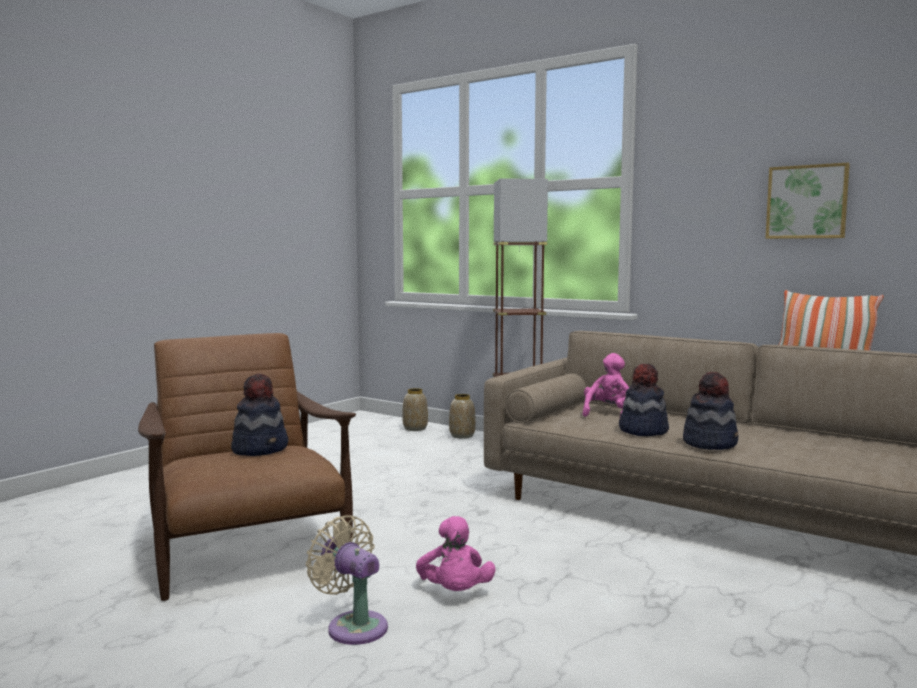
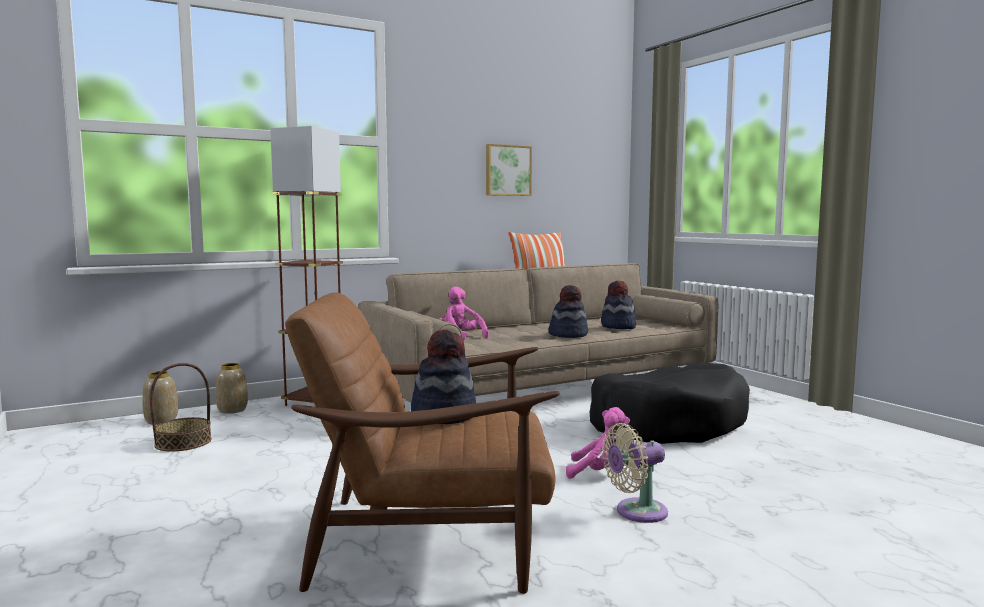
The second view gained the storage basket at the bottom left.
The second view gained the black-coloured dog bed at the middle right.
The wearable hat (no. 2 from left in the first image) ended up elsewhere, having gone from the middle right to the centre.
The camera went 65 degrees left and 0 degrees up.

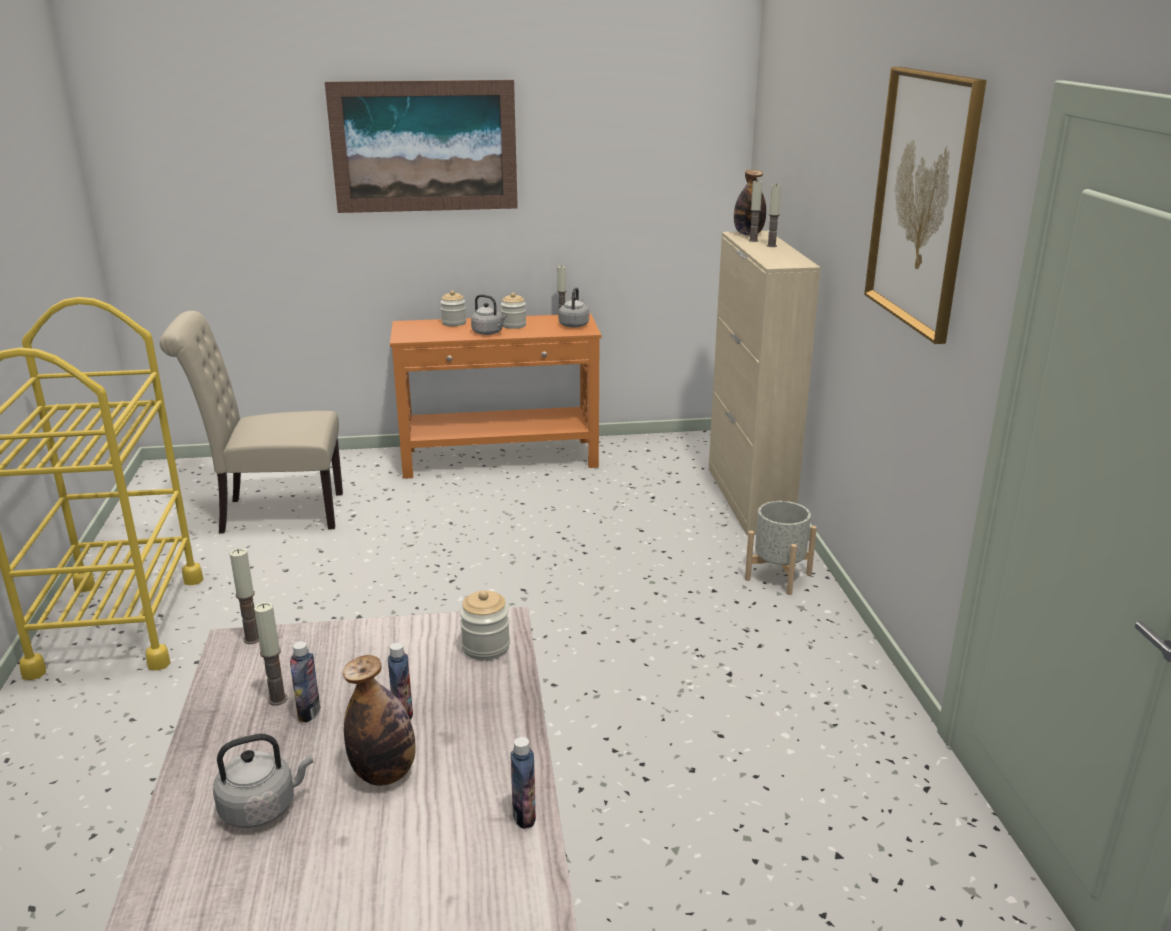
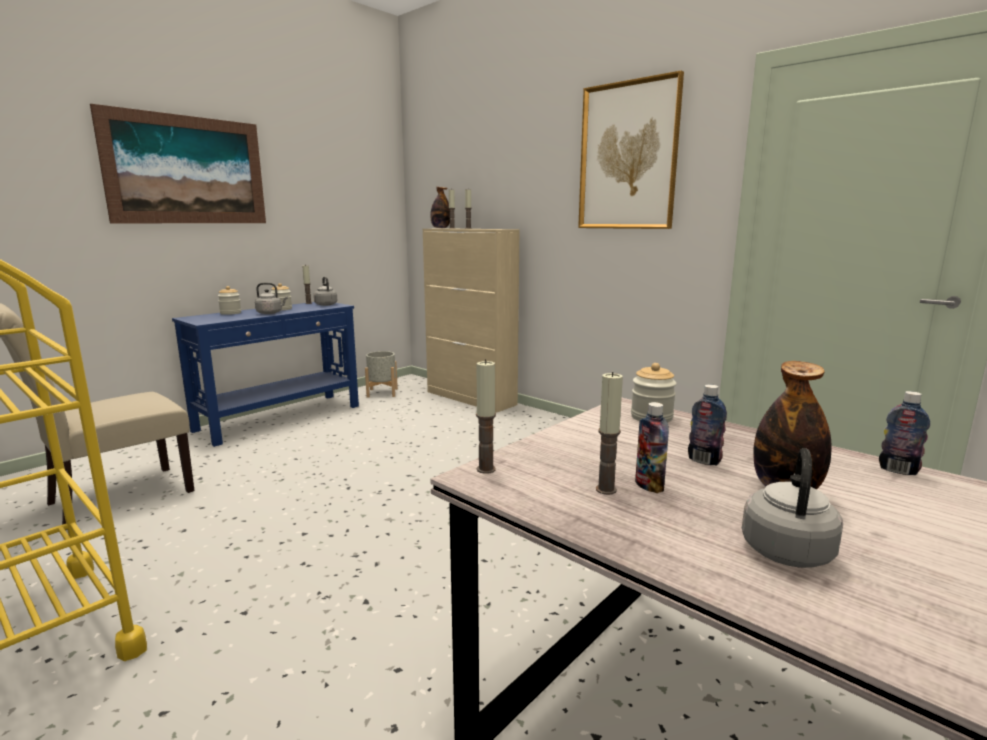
What was the orangey hall table at the centre turned into the bluish hall table at the middle left.
The grey plant pot ended up elsewhere, having gone from the middle right to the centre.
The camera went 40 degrees left and 10 degrees down.

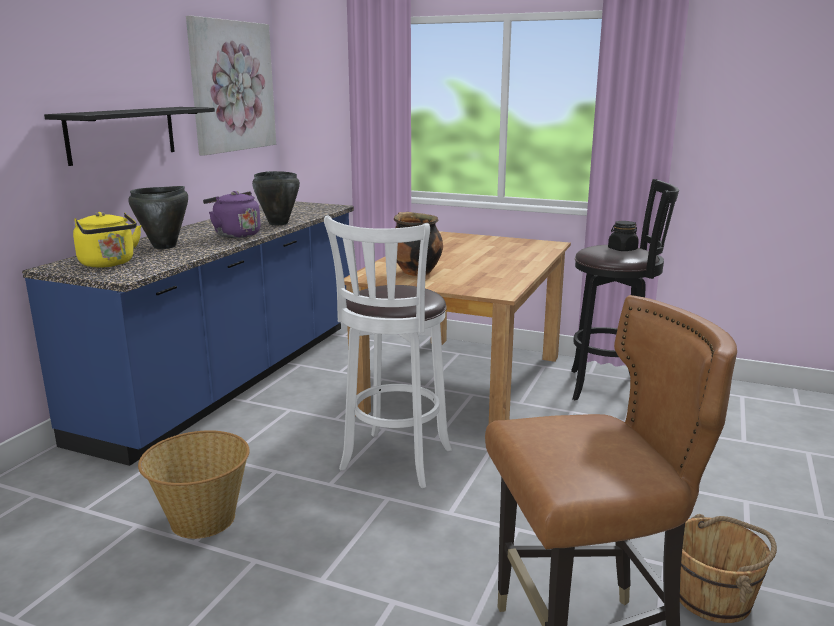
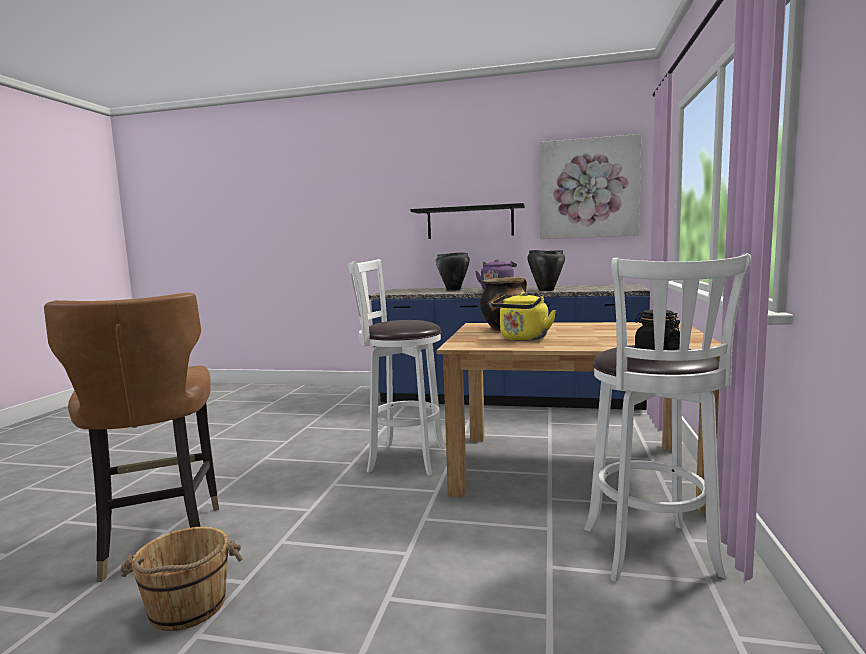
The yellow tea kettle ended up elsewhere, having gone from the middle left to the centre.
What was the black-coloured sitting stool at the middle right turned into the white sitting stool (no. 2 from left) at the middle right.
The second view lost the storage basket at the bottom left.
The camera went 80 degrees right and 10 degrees down.

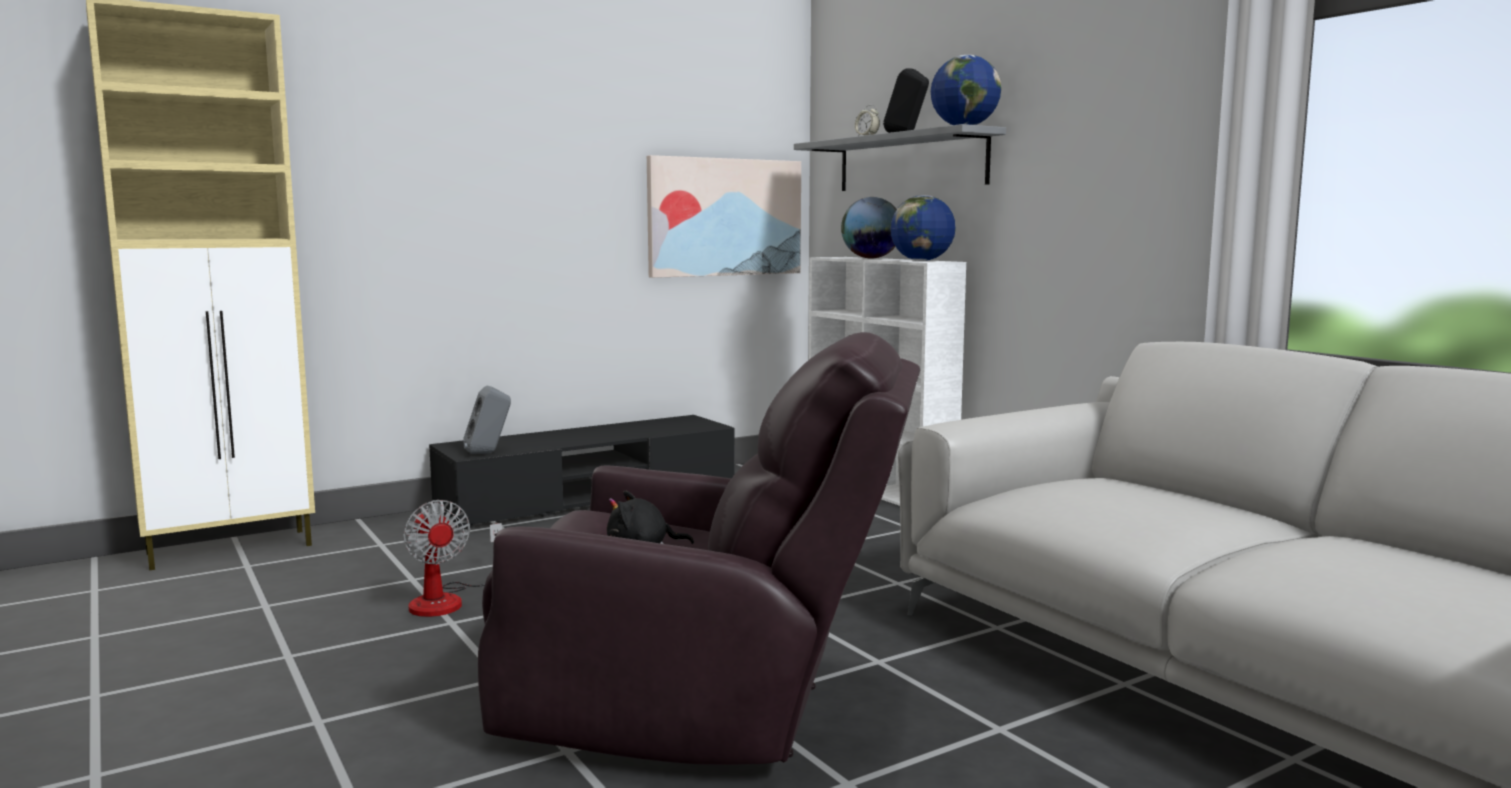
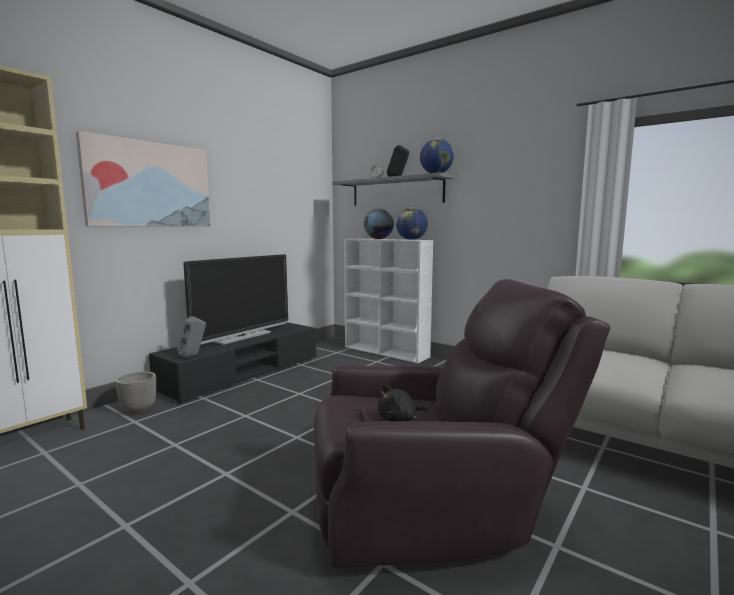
The wall art ended up elsewhere, having gone from the top centre to the top left.
The second view gained the plant pot at the middle left.
The second view gained the TV at the middle left.
The second view lost the fan at the bottom left.
The camera went 20 degrees left and 0 degrees up.

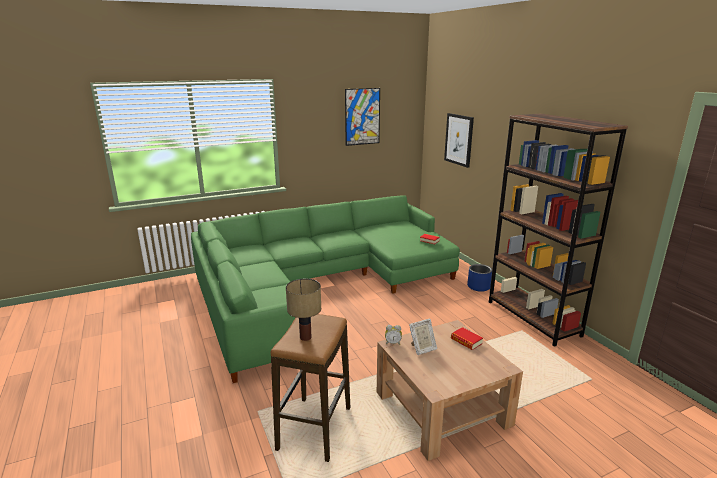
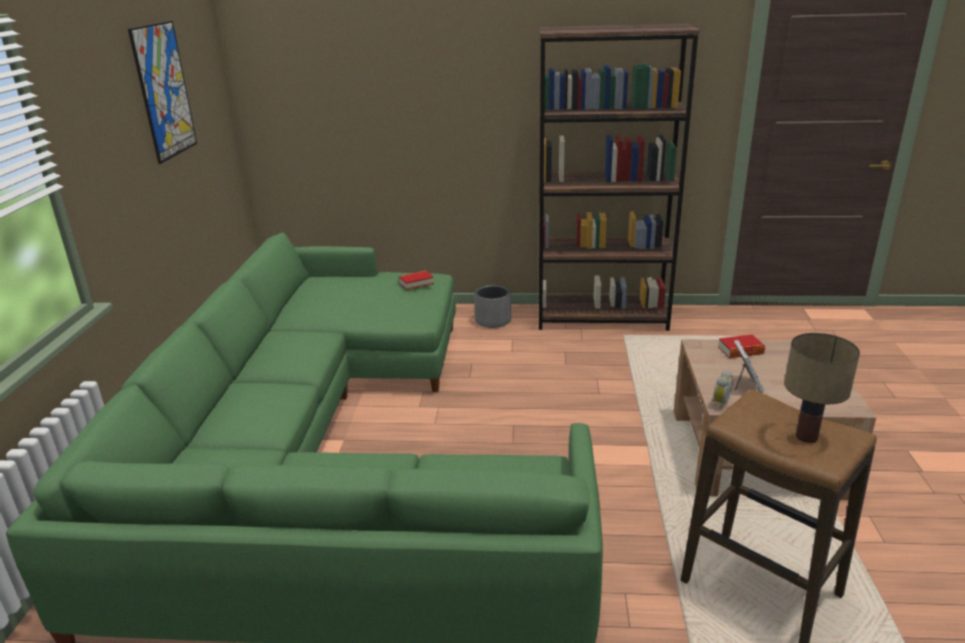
What was the bluish plant pot at the middle right turned into the grey plant pot at the centre.
The second view lost the wall art (no. 2 from left) at the top centre.
The camera went 60 degrees left and 5 degrees up.

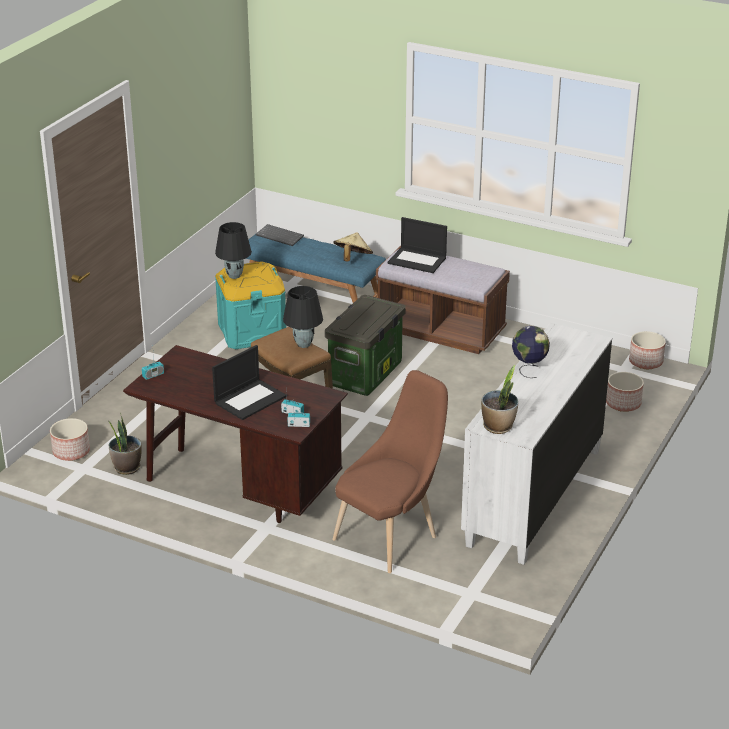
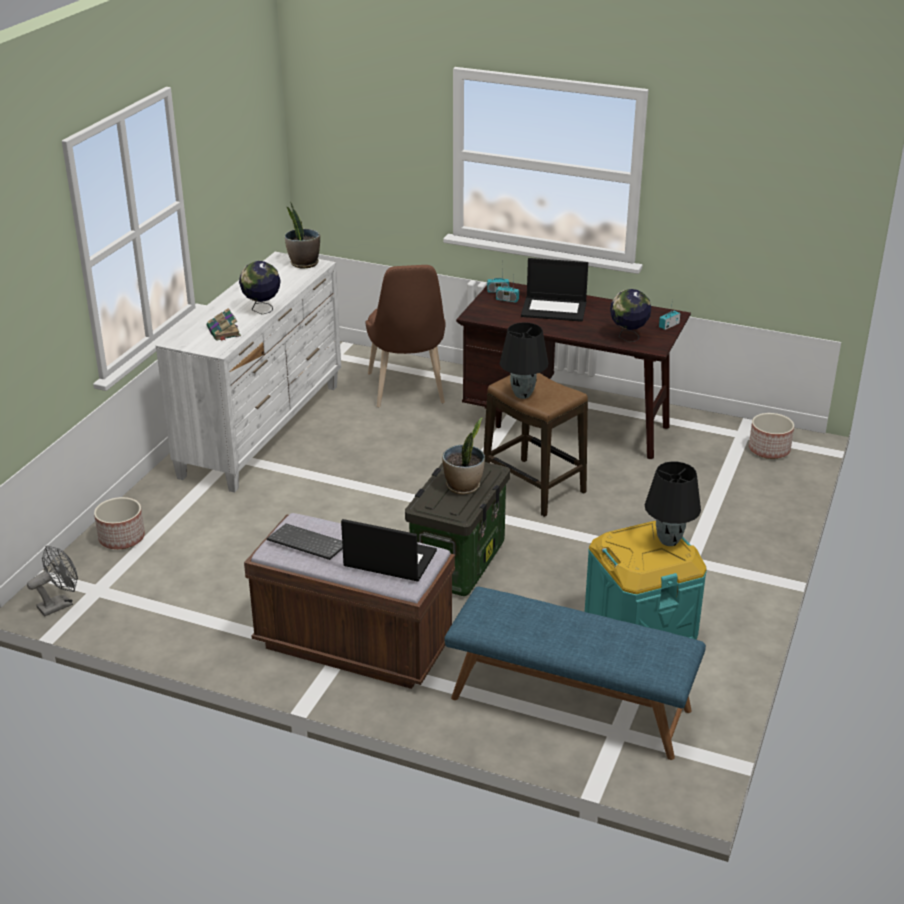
Where the plant pot (no. 3 from left) stood at the middle right, the grey fan came to stand at the middle left.
The second view gained the volume at the middle left.
The computer keyboard ended up elsewhere, having gone from the top centre to the centre.
The brown plain chair at the centre ended up facing another way, 45 degrees counterclockwise from before.
The plant in a pot (no. 1 from left in the first image) ended up elsewhere, having gone from the middle left to the centre.
The laptop (no. 1 from left in the first image) at the centre ended up facing another way, 120 degrees counterclockwise from before.
The second view gained the world globe (no. 2 from left) at the middle right.
The second view lost the sand-coloured wearable hat at the centre.
The camera went 175 degrees right and 0 degrees up.

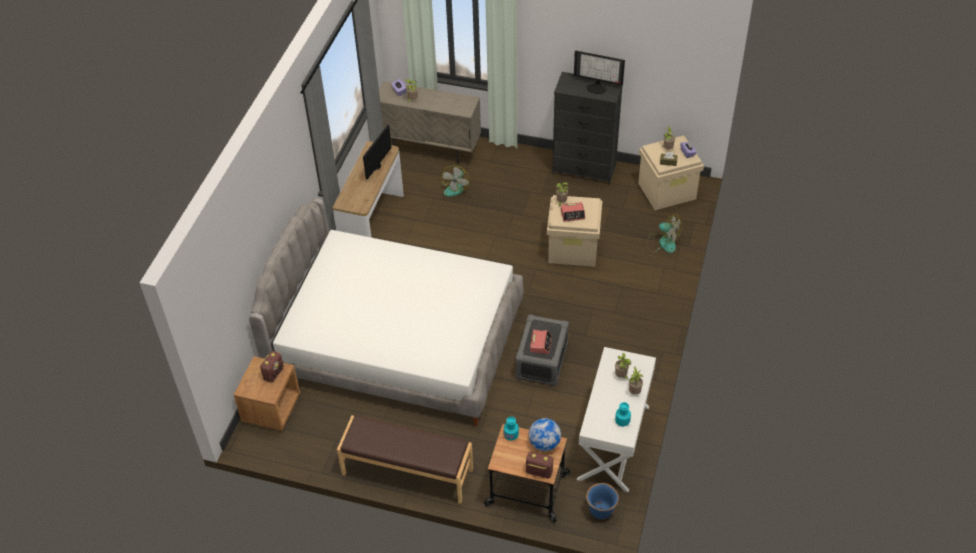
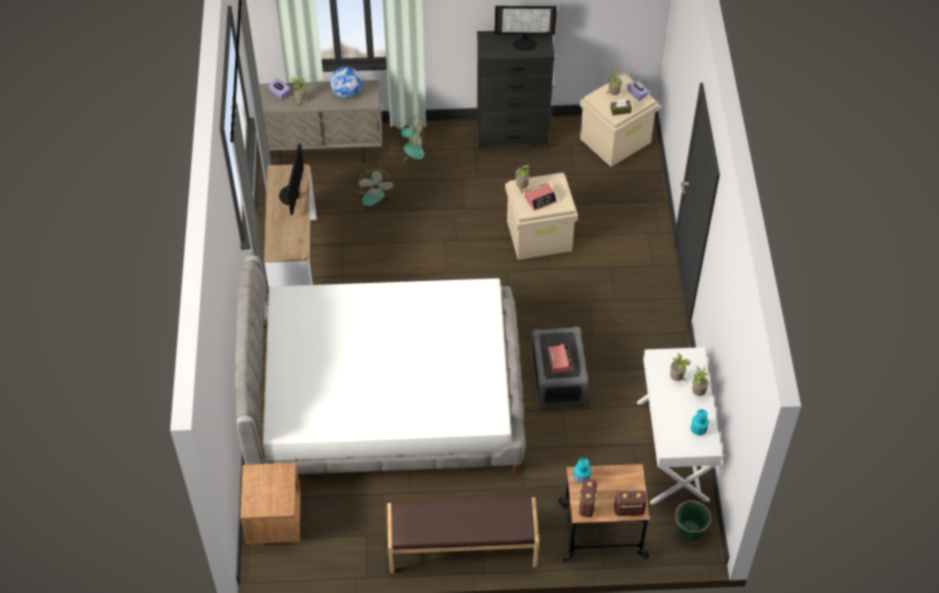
The world globe ended up elsewhere, having gone from the bottom centre to the top centre.
The fan (no. 2 from left) ended up elsewhere, having gone from the middle right to the top centre.
The radio (no. 1 from left) ended up elsewhere, having gone from the middle left to the bottom centre.
What was the bluish plant pot at the bottom centre turned into the green plant pot at the bottom right.
The camera went 20 degrees left and 5 degrees up.

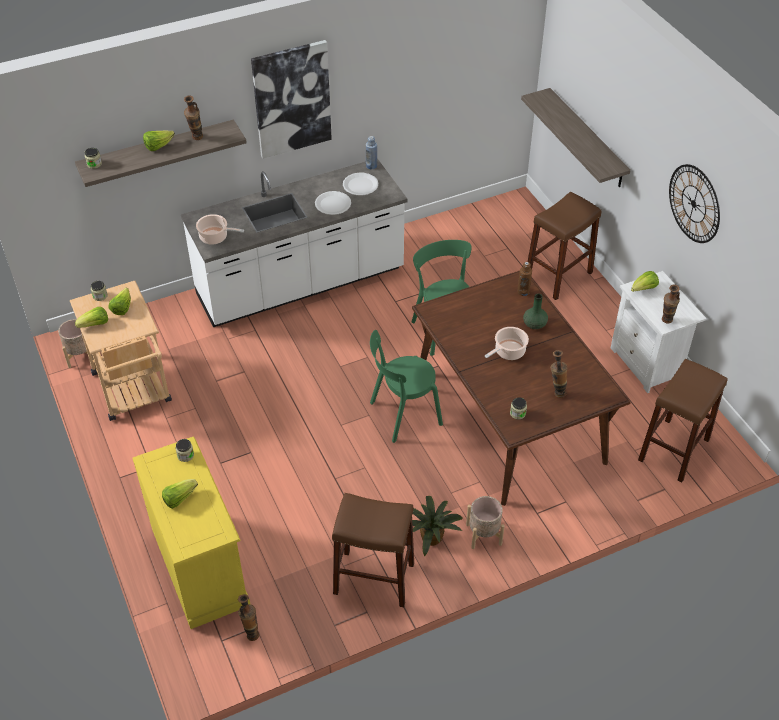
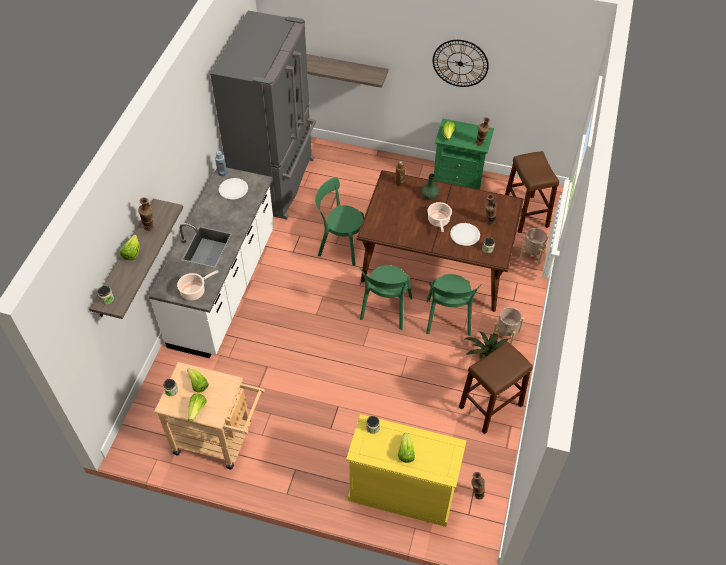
The second view gained the grey refrigerator at the top centre.
The second view gained the green plain chair (no. 3 from left) at the centre.
What was the white bedside table at the middle right turned into the green bedside table at the top centre.
The white dinner plate (no. 1 from left in the first image) ended up elsewhere, having gone from the top centre to the centre.
The sand-coloured plant pot (no. 1 from left in the first image) ended up elsewhere, having gone from the middle left to the middle right.
The second view lost the wall art at the top centre.
The second view lost the brown sitting stool (no. 2 from left) at the middle right.
The camera went 50 degrees left and 5 degrees up.

